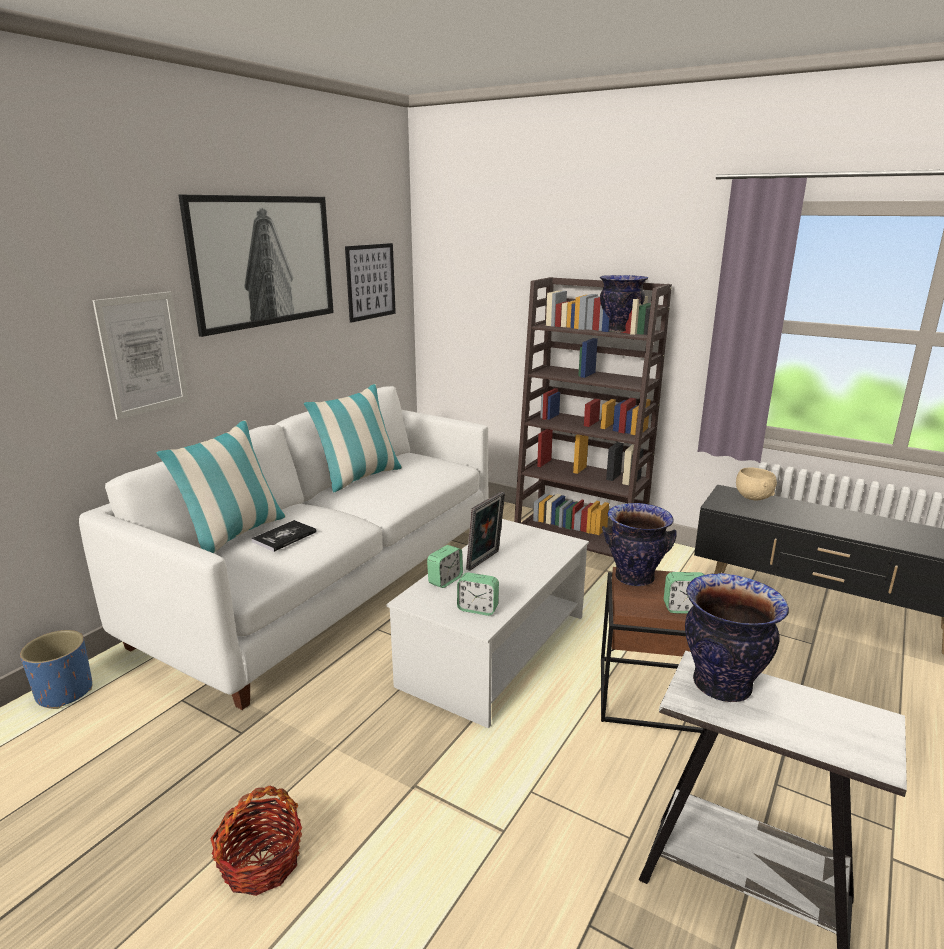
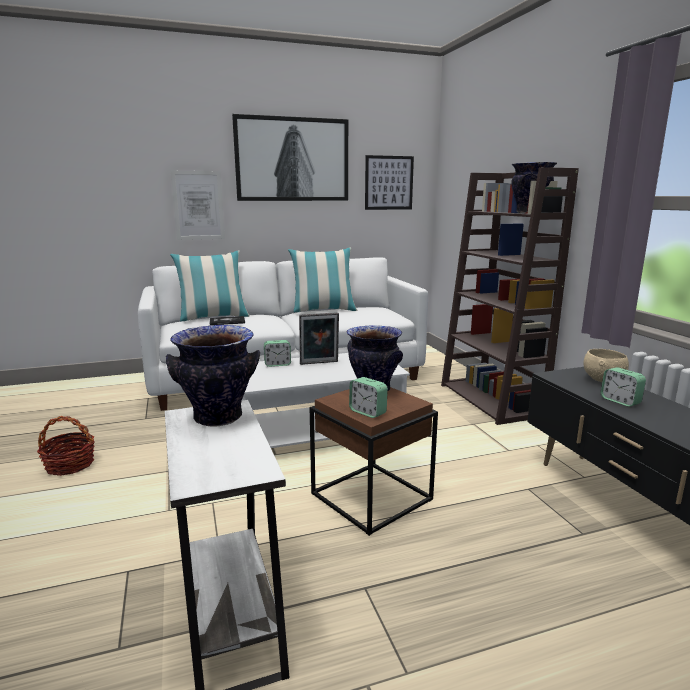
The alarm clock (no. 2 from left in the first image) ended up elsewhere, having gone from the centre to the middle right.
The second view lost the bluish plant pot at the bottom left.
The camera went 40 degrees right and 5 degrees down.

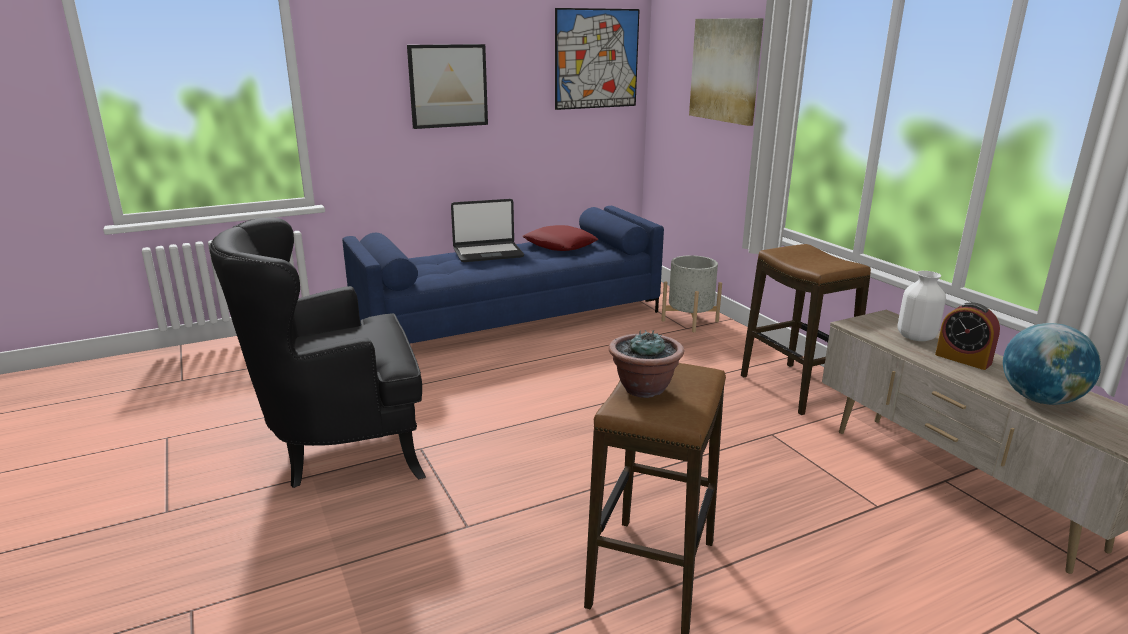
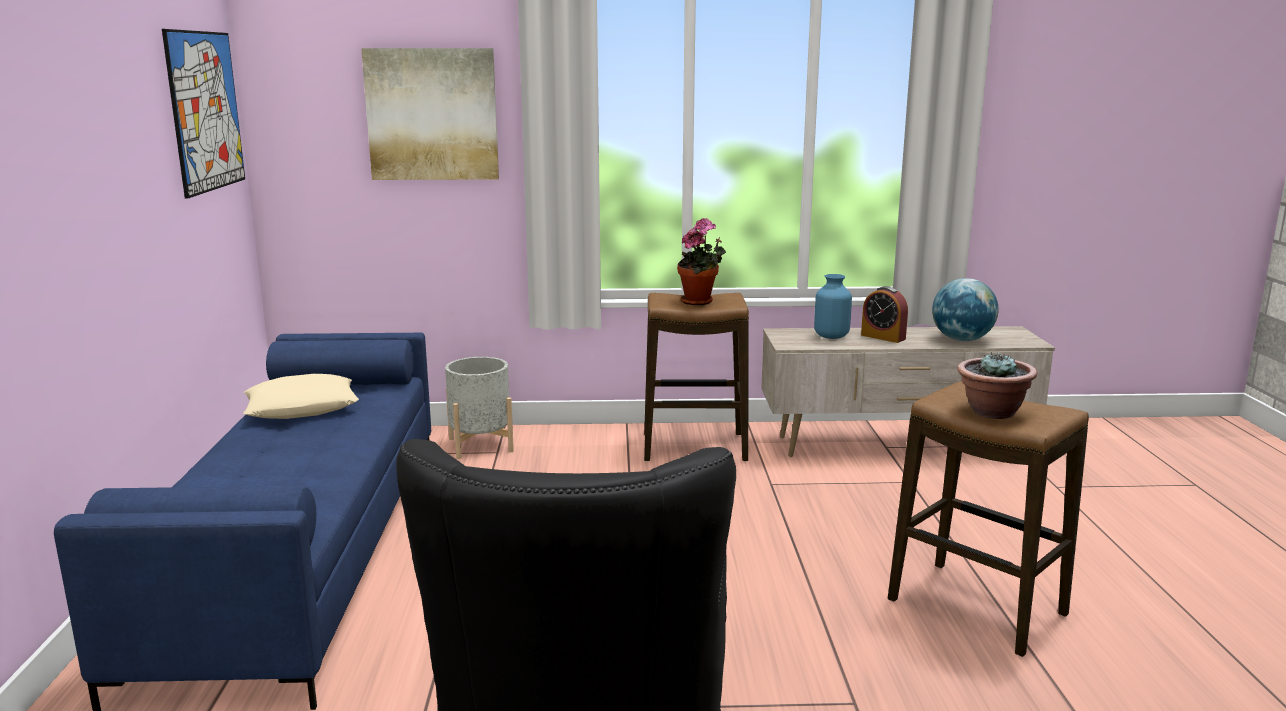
What was the reddish throw pillow at the centre turned into the sand-coloured throw pillow at the middle left.
The second view gained the plant in a pot (no. 1 from left) at the centre.
What was the white flower vase at the middle right turned into the bluish flower vase at the centre.
The alarm clock at the middle right ended up facing another way, 60 degrees clockwise from before.
The second view lost the wall art (no. 1 from left) at the top centre.
The second view lost the laptop at the centre.
The camera went 65 degrees left and 5 degrees down.

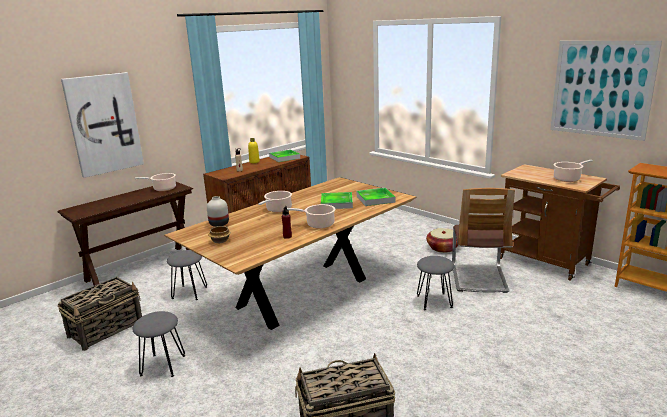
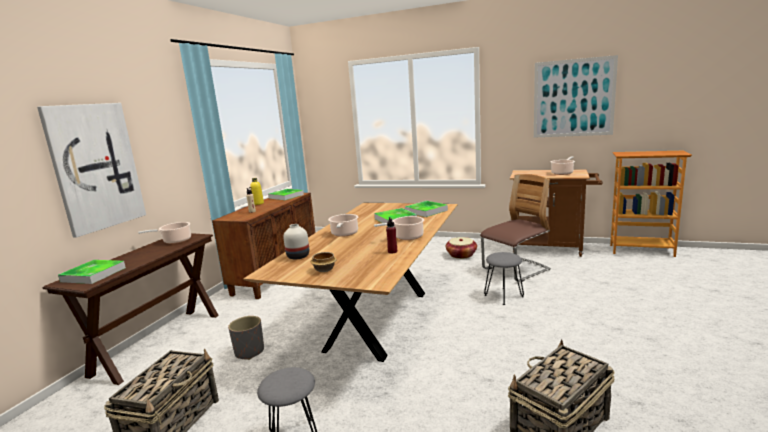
The second view gained the carrying tray (no. 1 from left) at the middle left.
Where the grey sitting stool (no. 2 from left) stood at the middle left, the grey plant pot came to stand at the bottom left.
The plain chair at the middle right ended up facing another way, 105 degrees counterclockwise from before.
The camera went 25 degrees left and 5 degrees down.

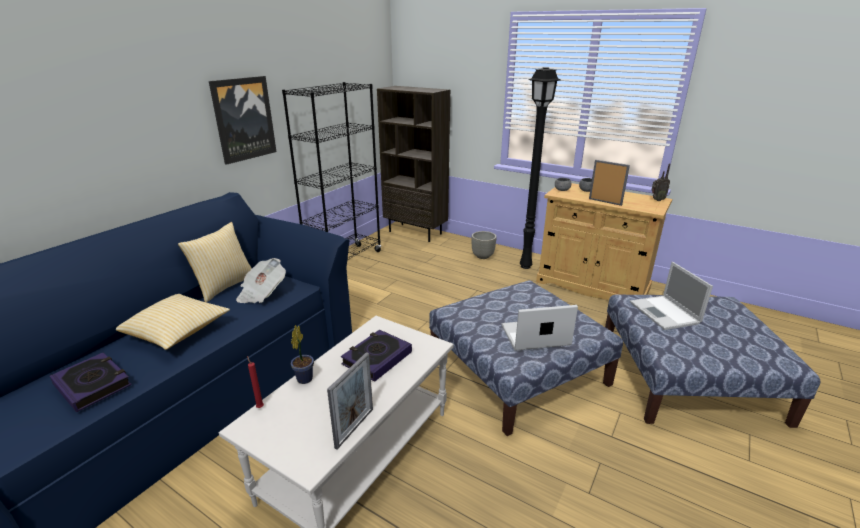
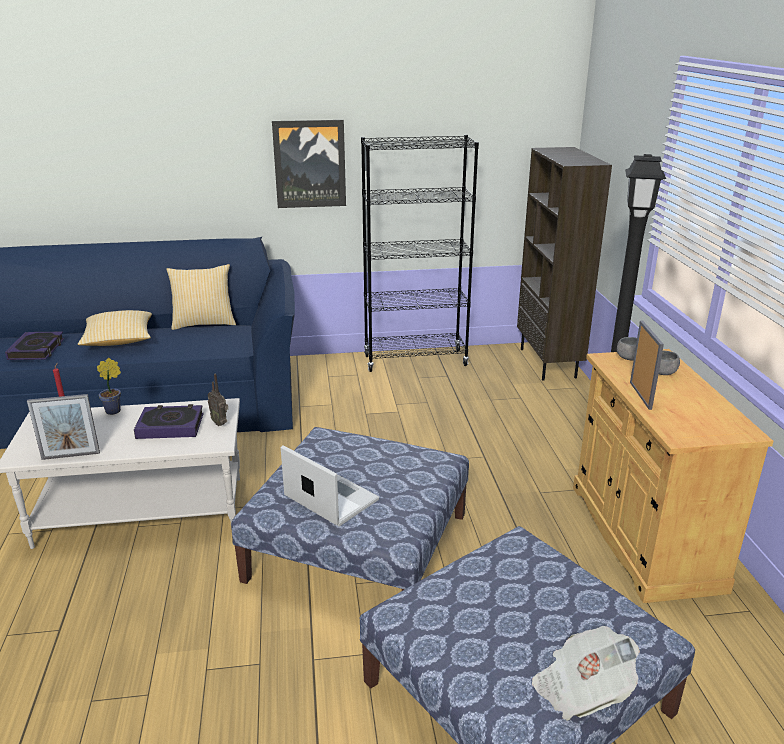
The radio ended up elsewhere, having gone from the middle right to the middle left.
The daily paper ended up elsewhere, having gone from the middle left to the bottom right.
The second view lost the grey plant pot at the centre.
The second view lost the laptop (no. 2 from left) at the middle right.
The camera went 50 degrees right and 0 degrees up.

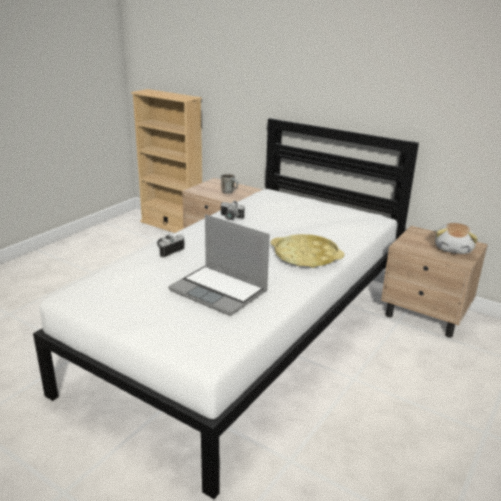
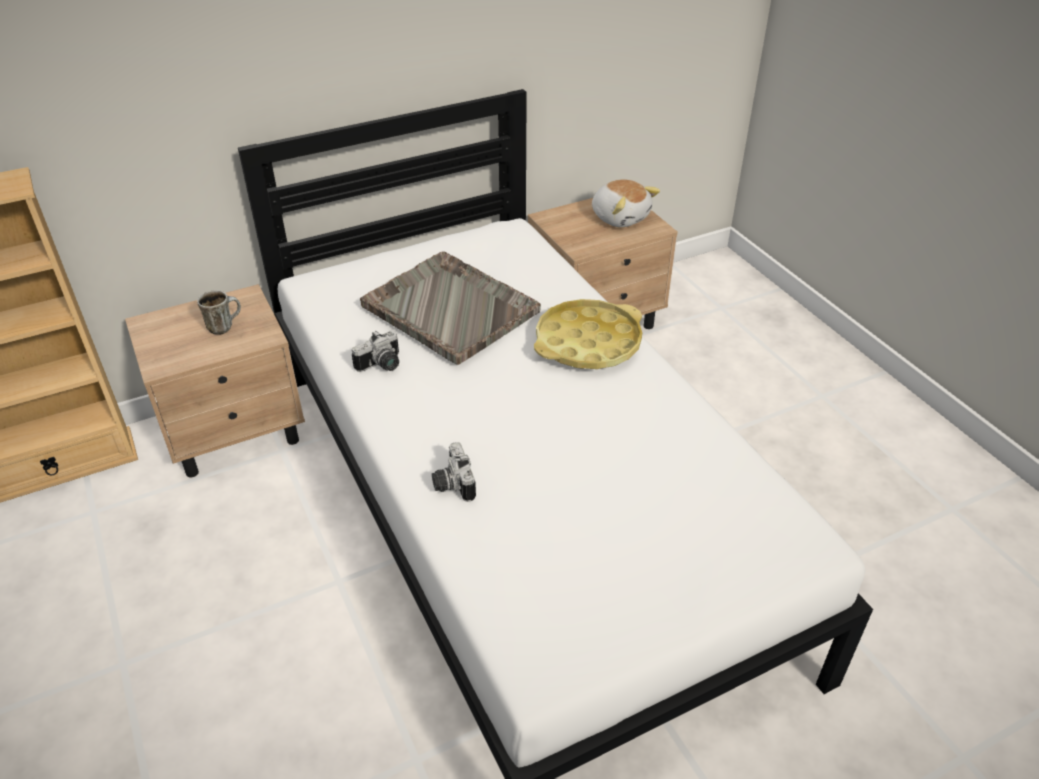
The second view gained the grey carrying tray at the centre.
The second view lost the laptop at the centre.
The camera went 60 degrees left and 15 degrees up.

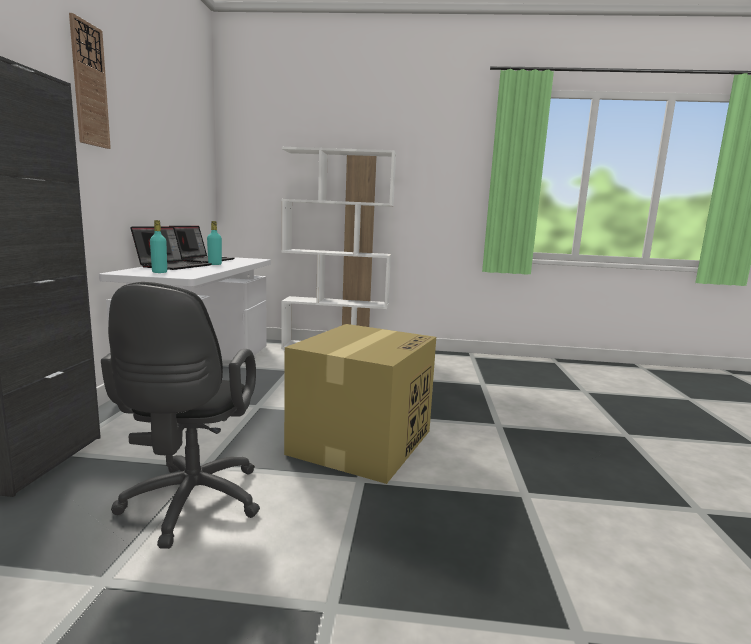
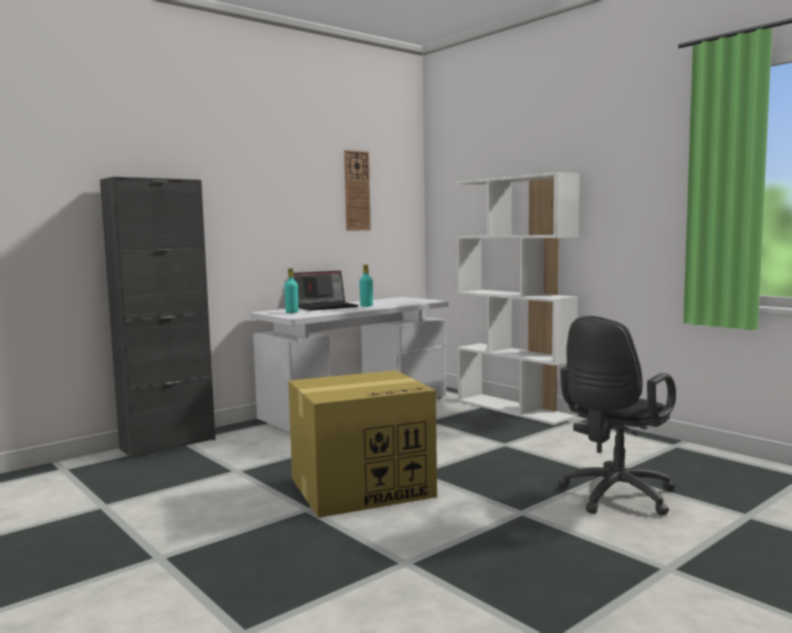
The hanging clock ended up elsewhere, having gone from the top left to the top centre.
The black-coloured computer chair ended up elsewhere, having gone from the middle left to the middle right.
The second view lost the laptop (no. 2 from left) at the middle left.
The camera went 45 degrees right and 5 degrees down.

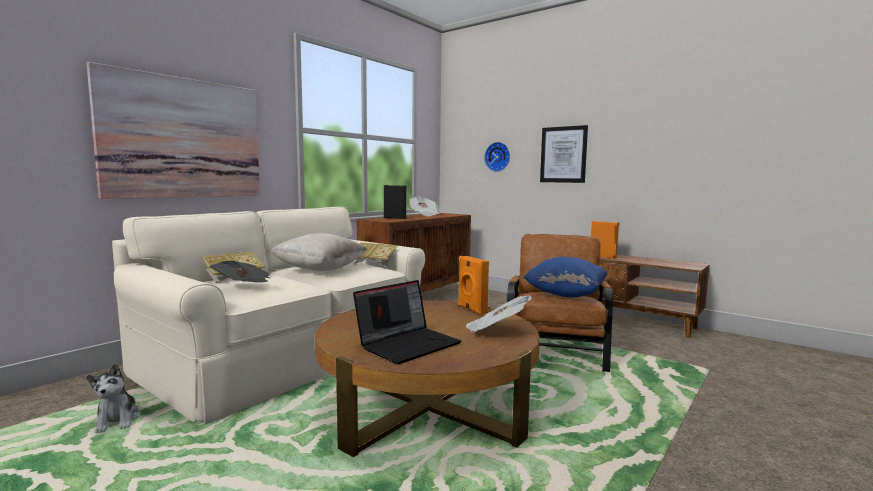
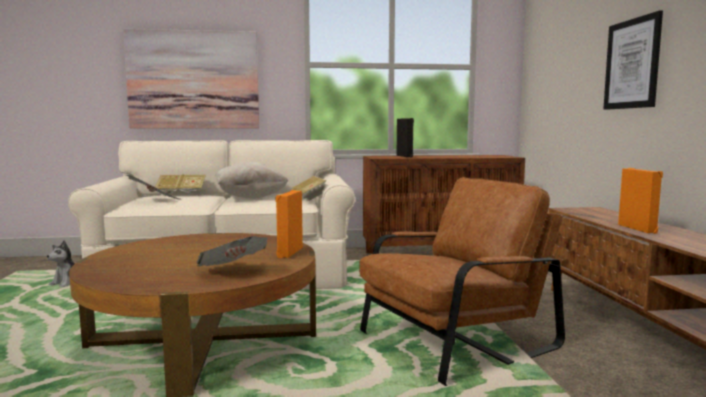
The second view lost the laptop at the centre.
The second view lost the daily paper (no. 2 from left) at the centre.
The second view lost the hanging clock at the top centre.
The second view lost the bluish throw pillow at the centre.
The camera went 45 degrees right and 0 degrees up.

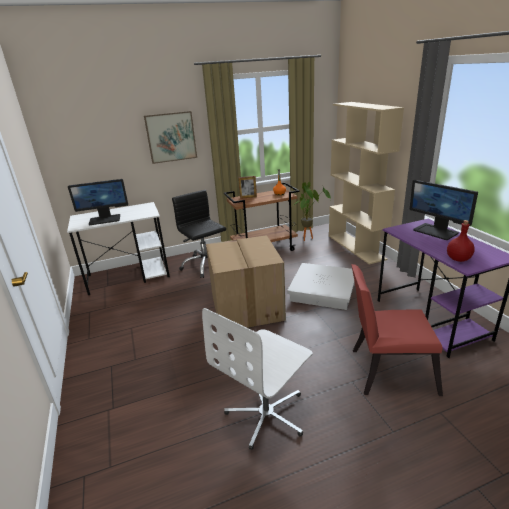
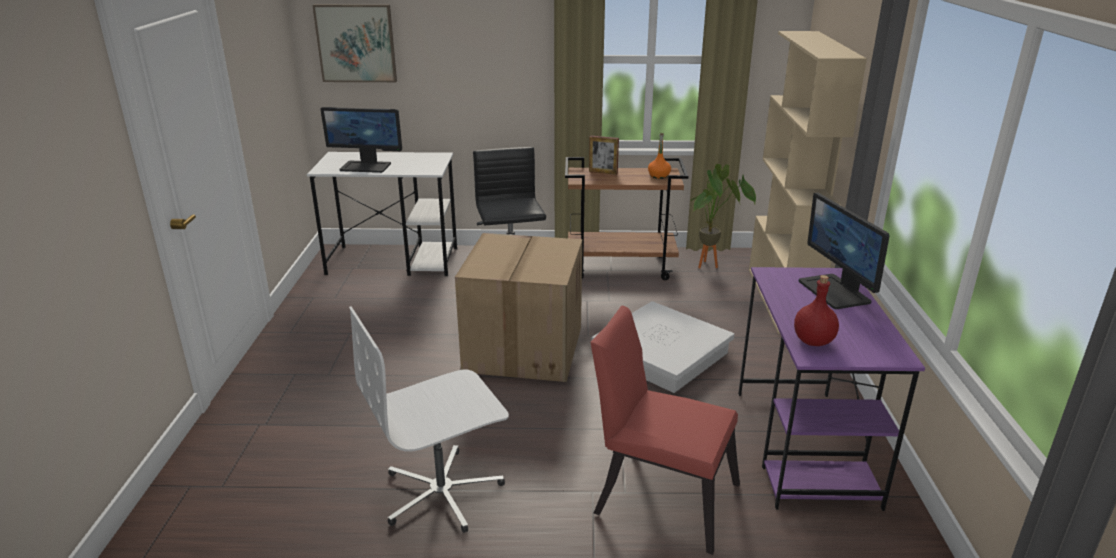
The wall art ended up elsewhere, having gone from the top centre to the top left.
The camera went 20 degrees right and 0 degrees up.

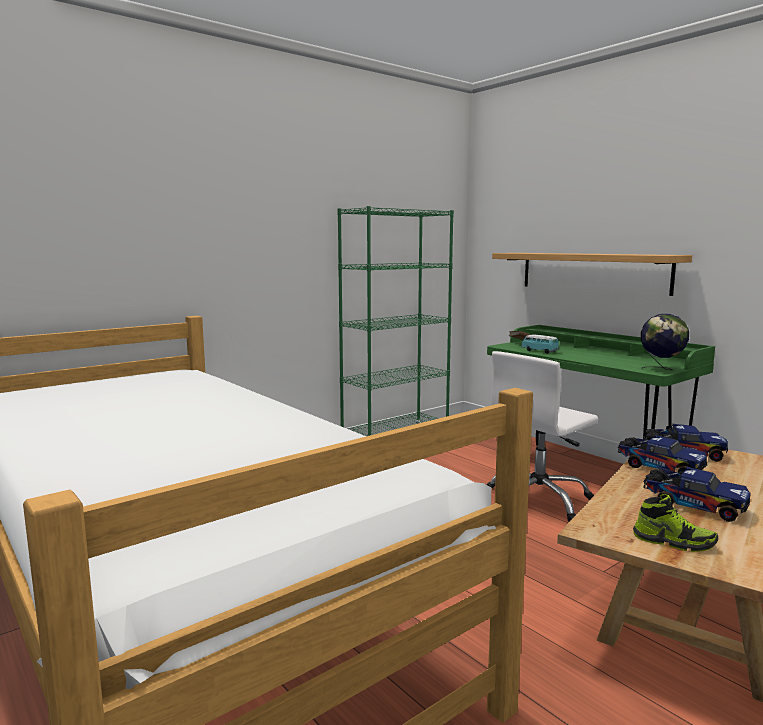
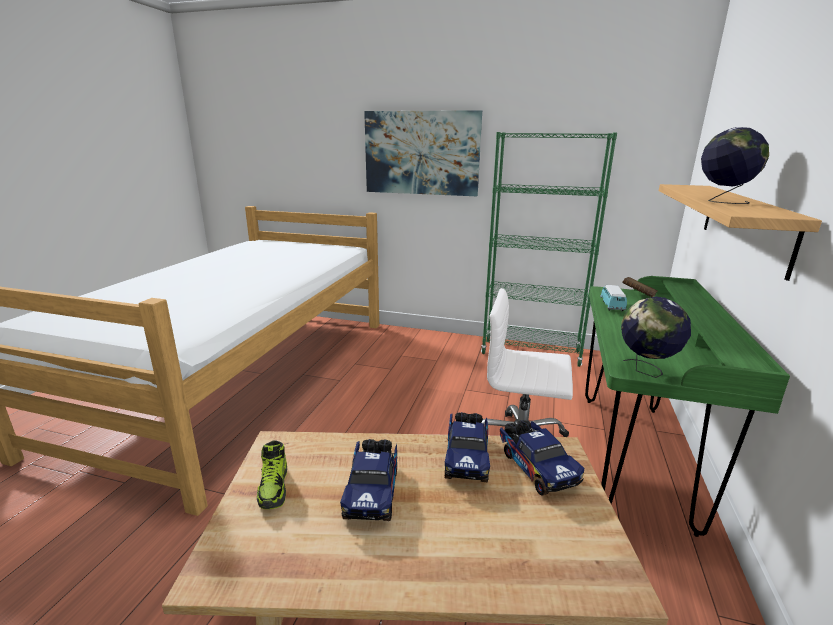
The second view gained the wall art at the top centre.
The second view gained the world globe (no. 2 from left) at the top right.
The camera went 55 degrees right and 10 degrees up.

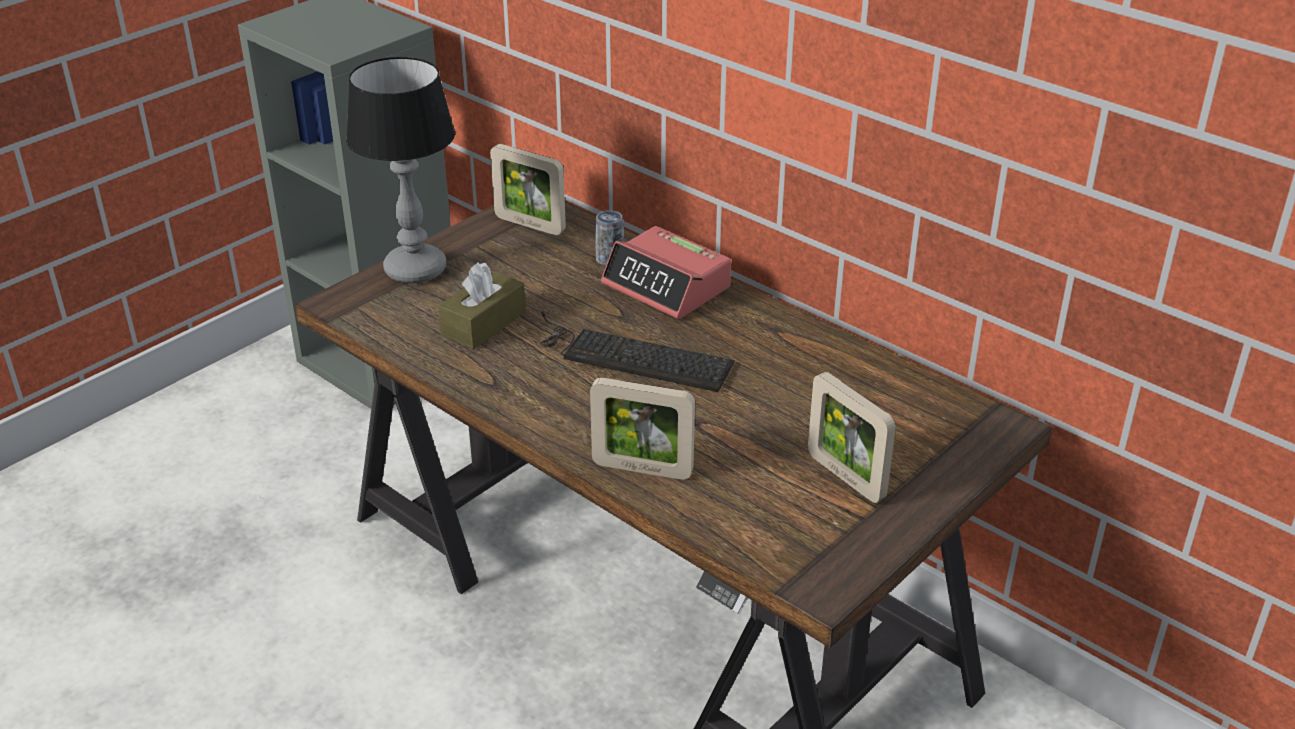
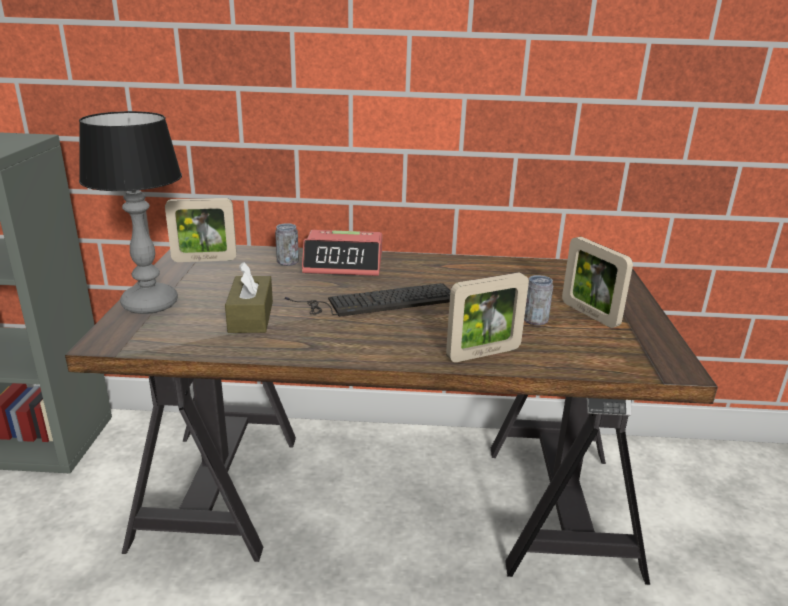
The second view gained the metal can (no. 2 from left) at the middle right.
The picture frame (no. 3 from left) at the centre ended up facing another way, 45 degrees clockwise from before.
The camera went 40 degrees left and 10 degrees down.

